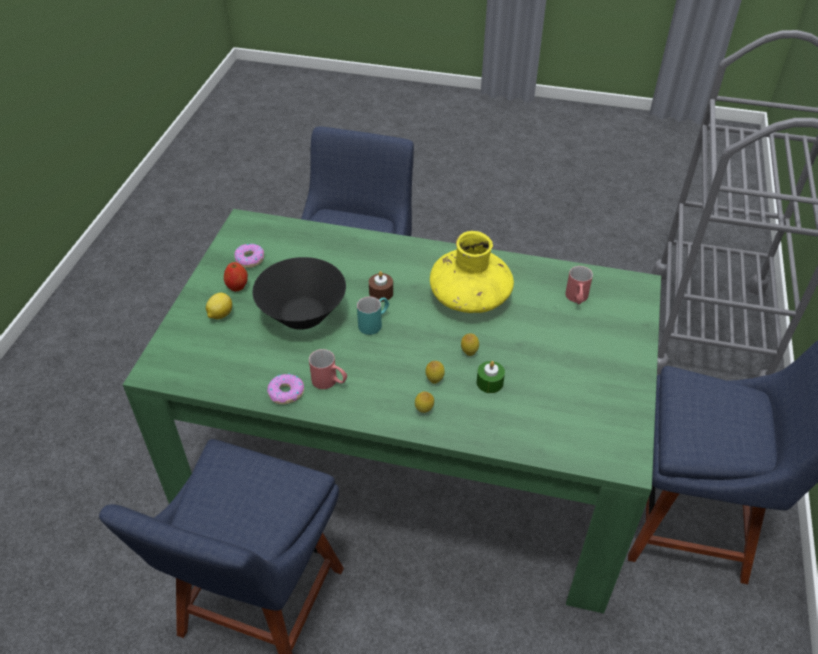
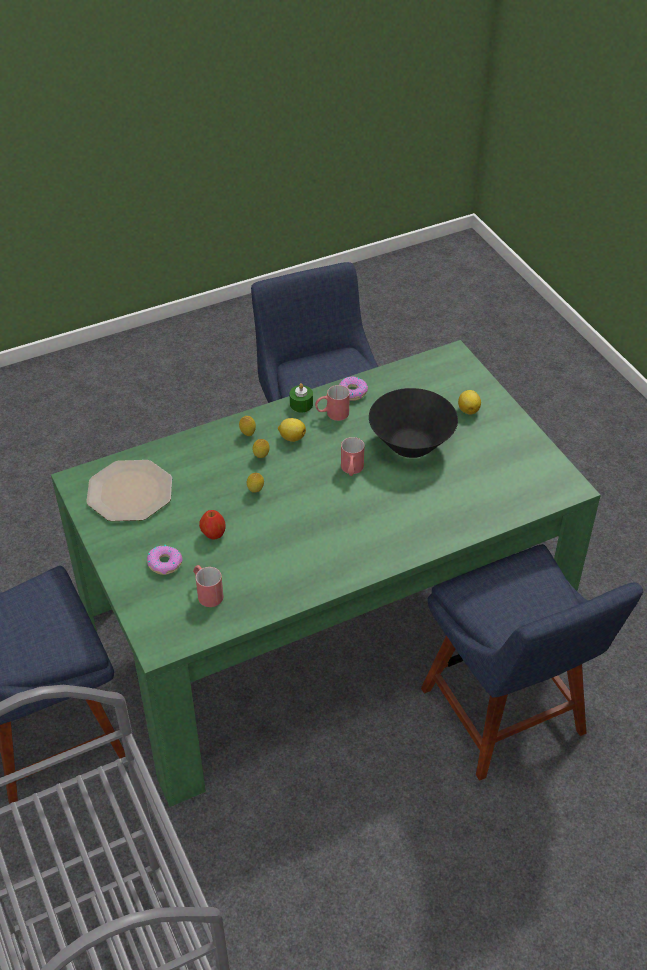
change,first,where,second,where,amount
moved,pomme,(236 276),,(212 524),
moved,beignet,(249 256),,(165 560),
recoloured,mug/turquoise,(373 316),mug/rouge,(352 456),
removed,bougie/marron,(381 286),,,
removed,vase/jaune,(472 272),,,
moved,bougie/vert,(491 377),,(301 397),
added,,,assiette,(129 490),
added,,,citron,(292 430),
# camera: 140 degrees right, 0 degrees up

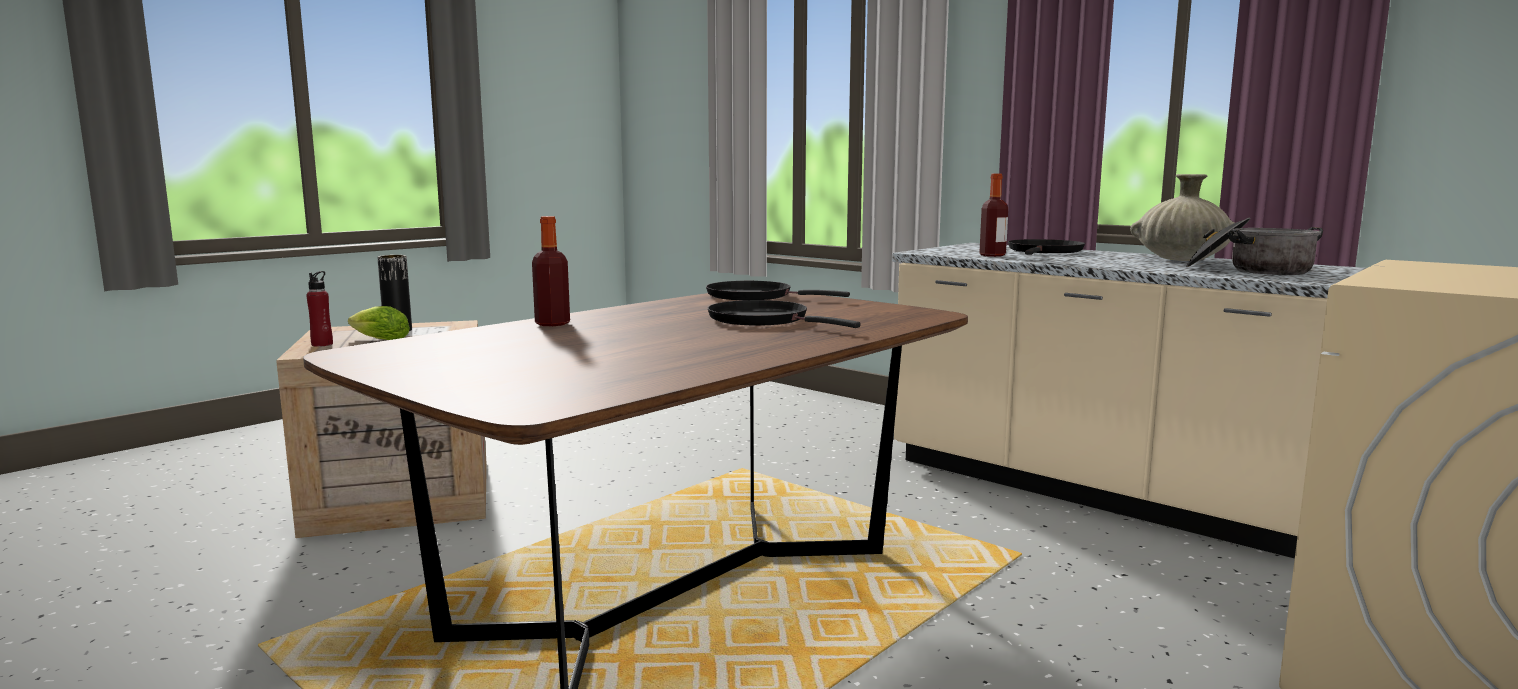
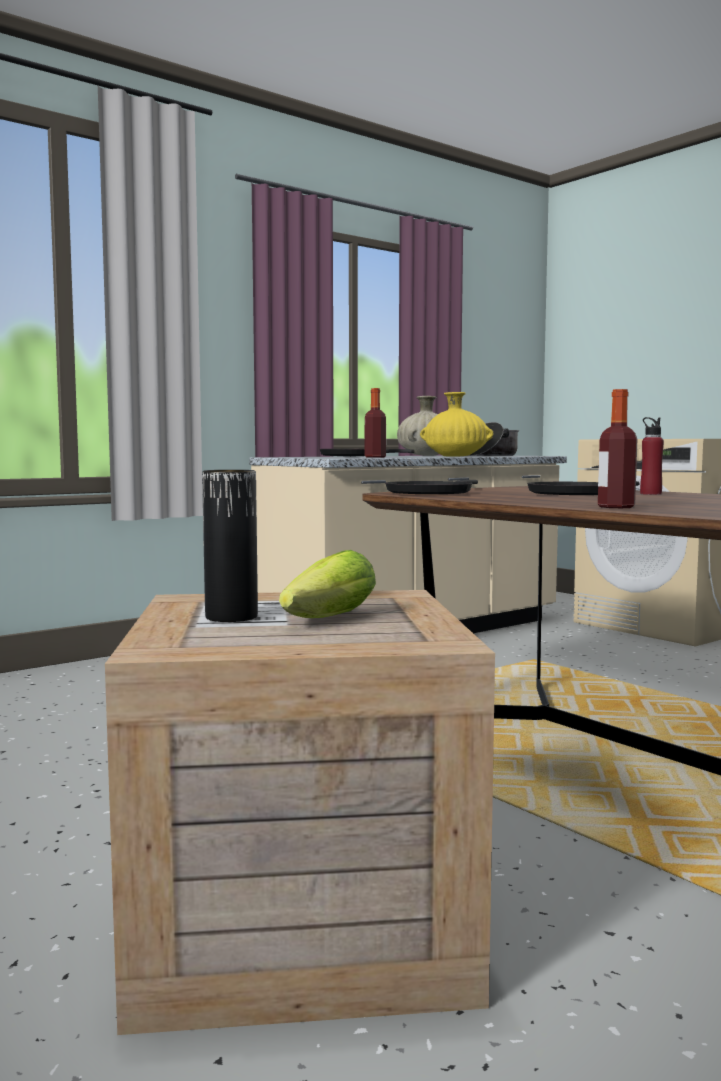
change,first,where,second,where,amount
moved,bouteille/rouge,(319 309),,(652 456),
added,,,vase/jaune,(457 424),
# camera: 80 degrees left, 5 degrees down

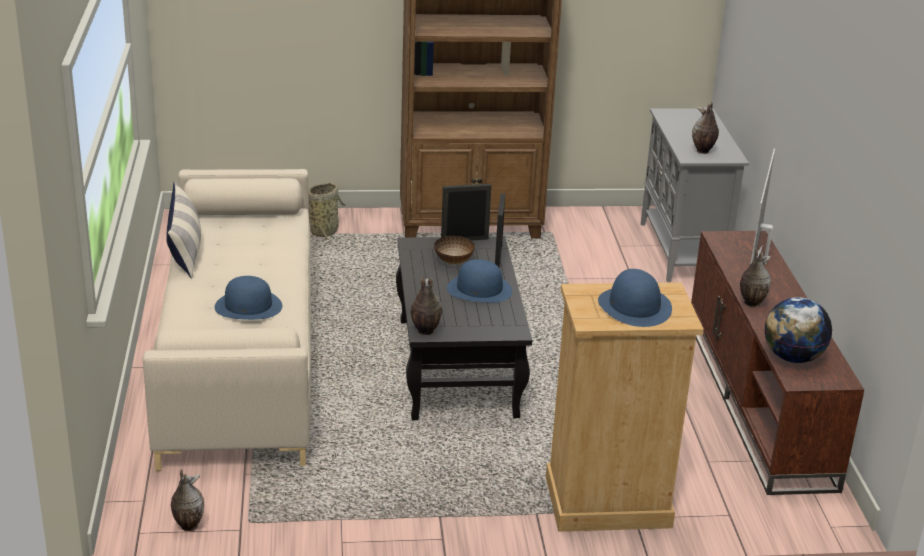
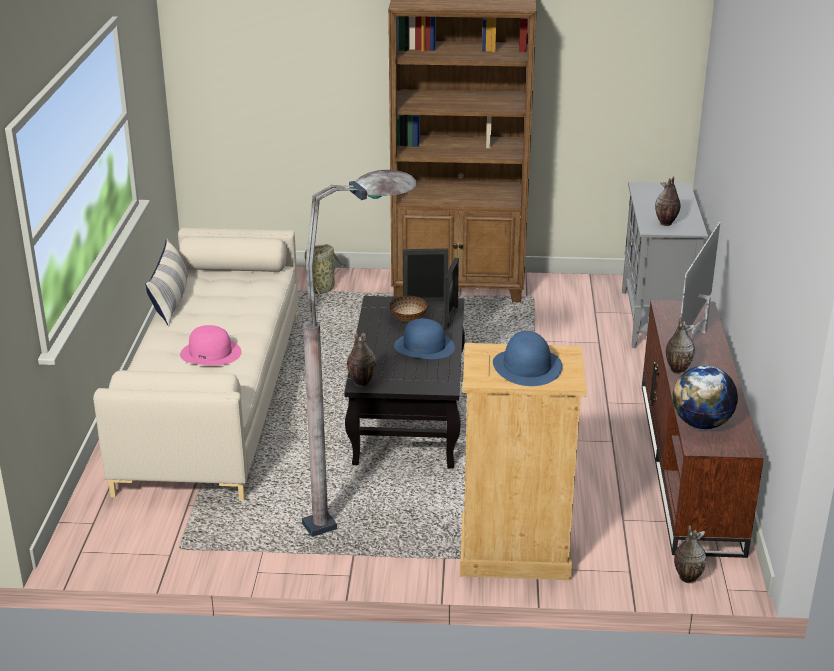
change,first,where,second,where,amount
moved,vase,(187 500),,(690 554),
recoloured,chapeau/bleu,(248 298),chapeau/rose,(210 345),
added,,,lampadaire/gris,(359 353),
# camera: 10 degrees right, 0 degrees up

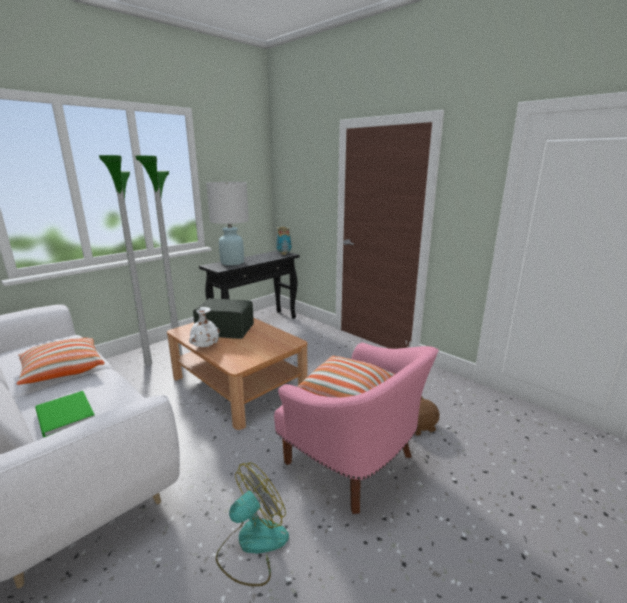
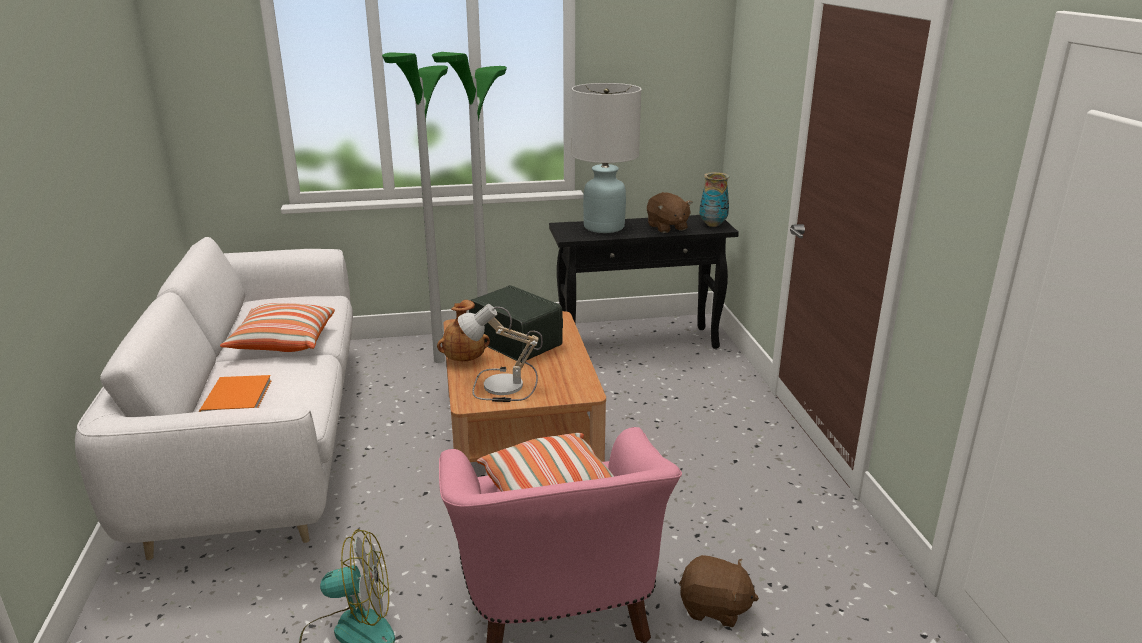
change,first,where,second,where,amount
recoloured,livre/vert,(65 414),livre/orange,(235 393),
recoloured,vase/blanc,(204 327),vase/marron,(463 330),
added,,,lampe de table,(500 353),
added,,,peluche/marron,(670 212),
# camera: 35 degrees right, 5 degrees up

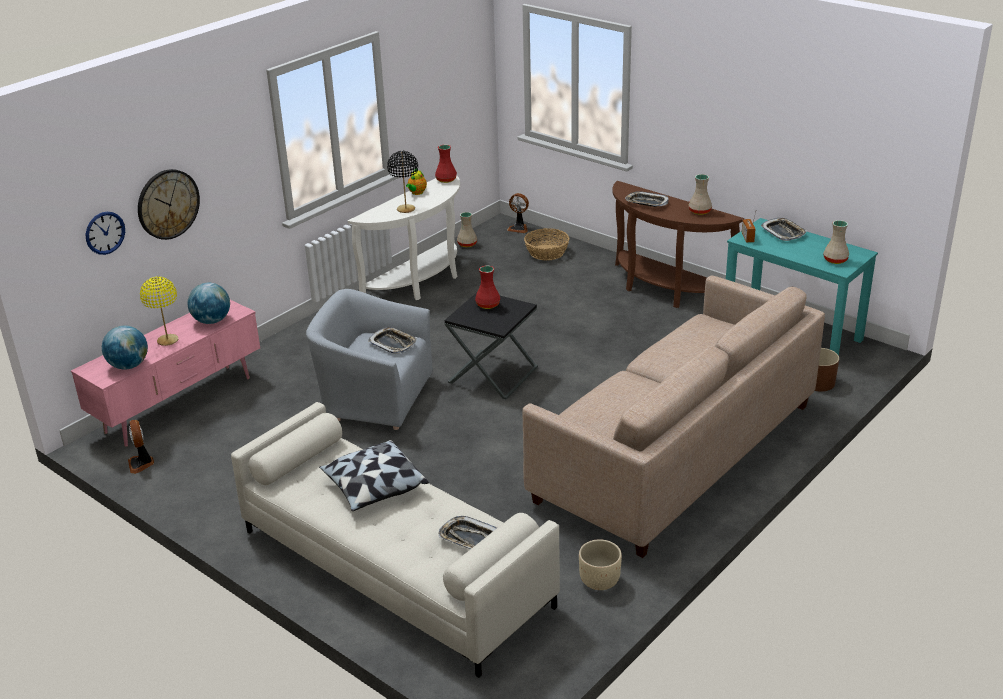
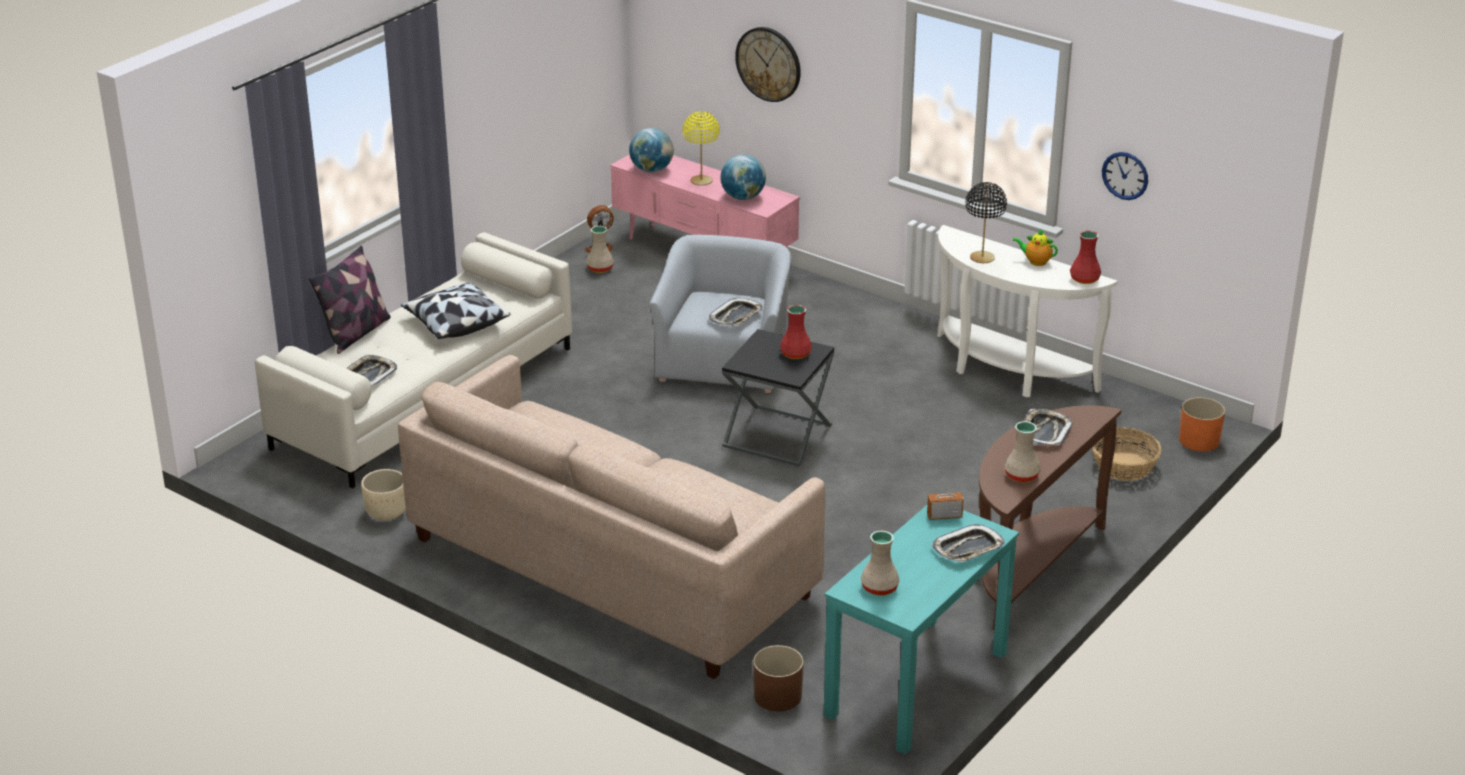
change,first,where,second,where,amount
moved,horloge murale,(105 233),,(1125 176),
moved,vase/beige,(467 230),,(600 249),
replaced,ventilateur,(518 213),cache-pot/orange,(1202 424),
added,,,coussin,(350 299),
# camera: 85 degrees right, 0 degrees up

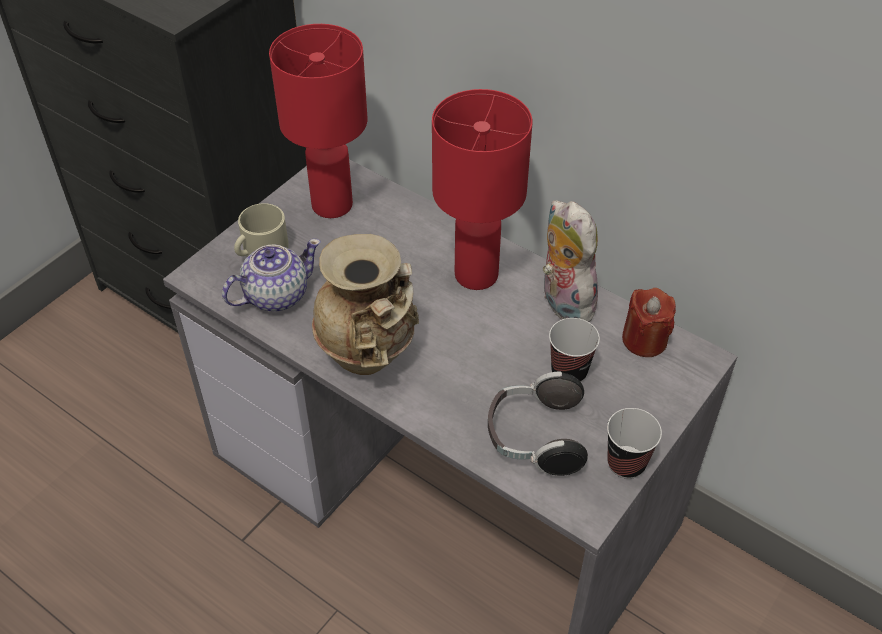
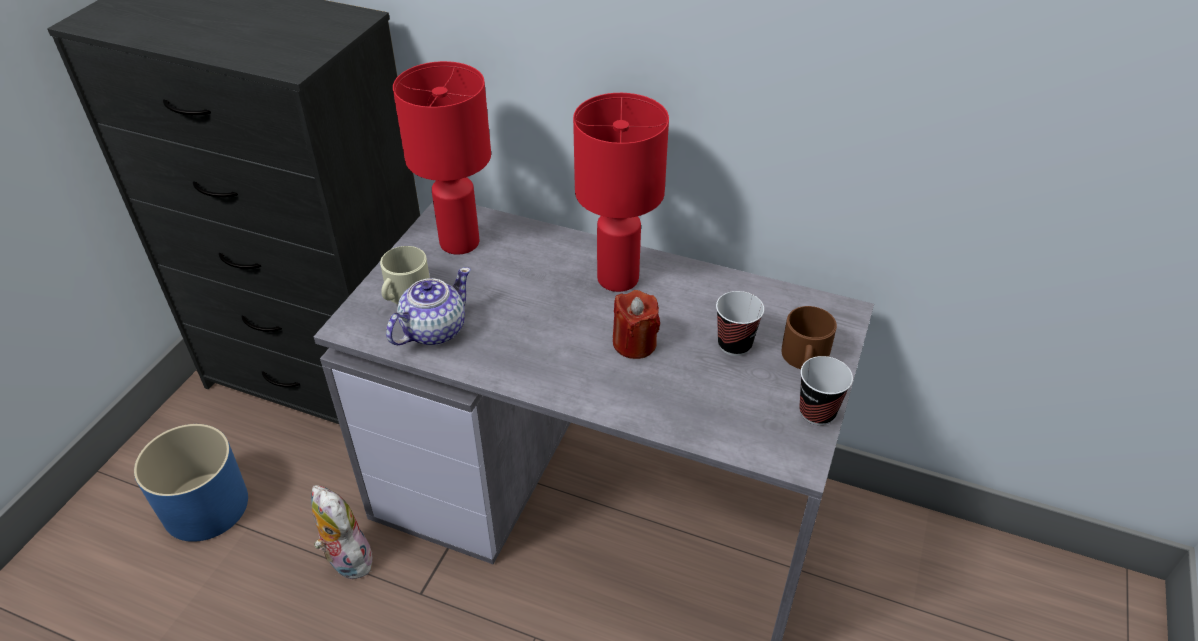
change,first,where,second,where,amount
removed,vase/beige,(365 304),,,
removed,casque audio,(538 423),,,
moved,peluche,(571 261),,(344 532),
moved,bougie/rouge,(649 322),,(636 324),
added,,,cache-pot/bleu,(191 483),
added,,,mug/marron,(809 337),
# camera: 15 degrees left, 5 degrees down

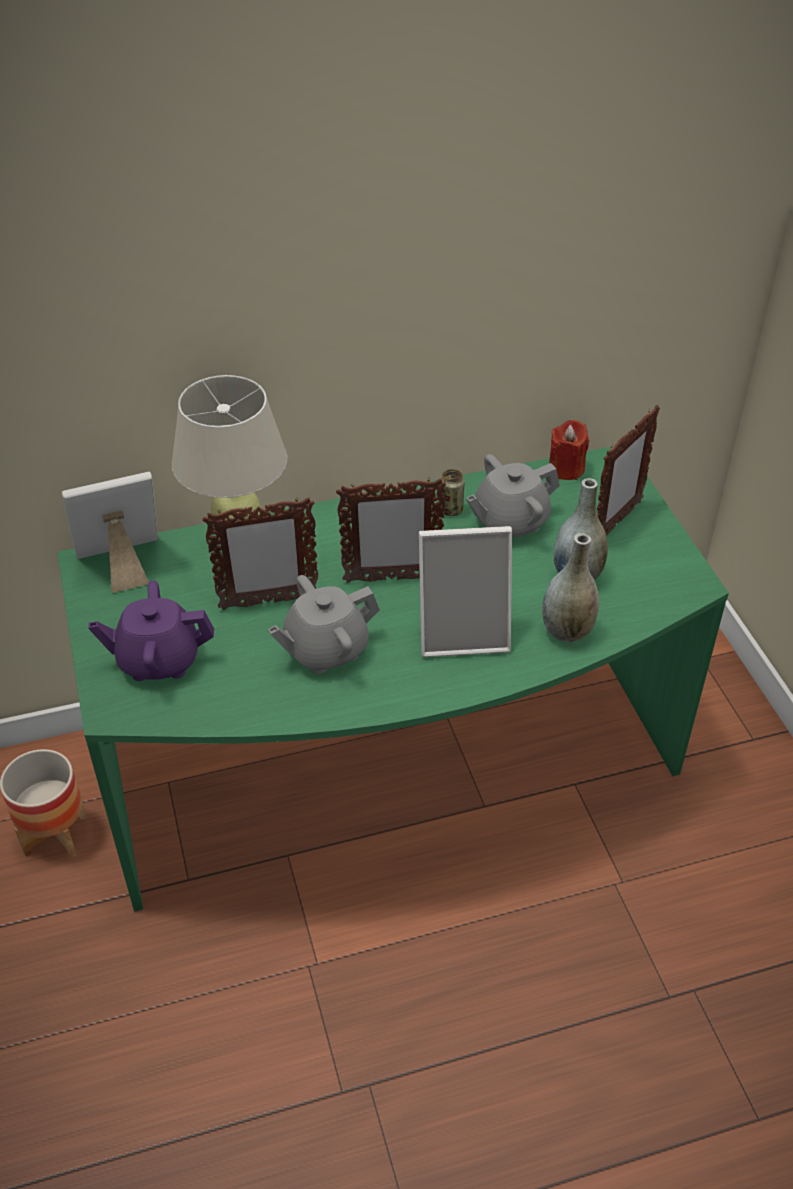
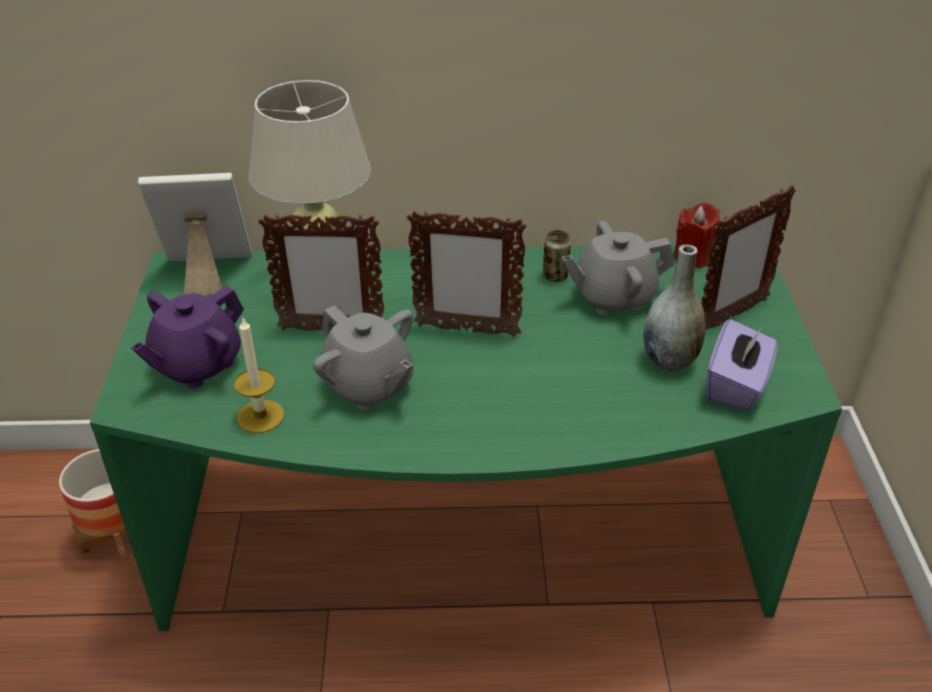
change,first,where,second,where,amount
turned,théière/violet,(151 631),,(187 336),60 degrees counterclockwise
turned,théière/gris,(324 624),,(363 357),120 degrees counterclockwise
removed,cadre photo,(465 591),,,
removed,vase/gris,(570 587),,,
added,,,bougie,(259 374),
added,,,boîte à mouchoirs/violet,(741 365),
# camera: 15 degrees right, 5 degrees down

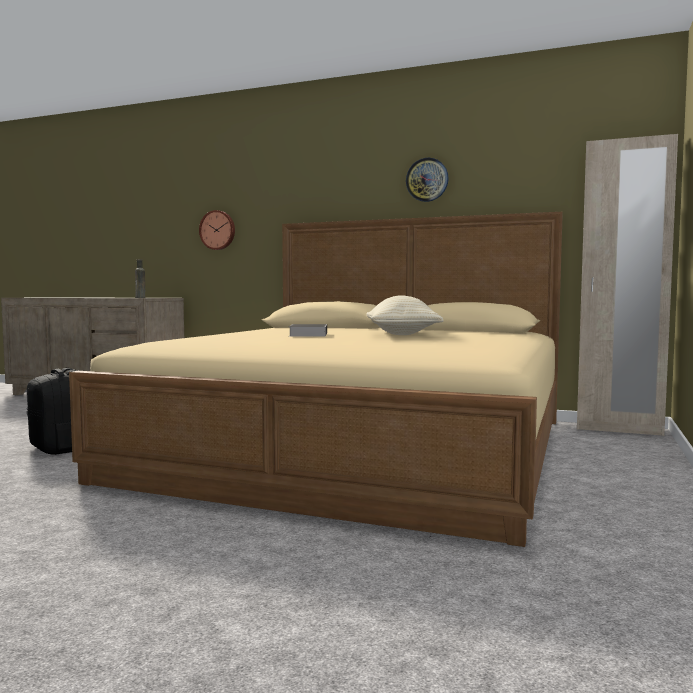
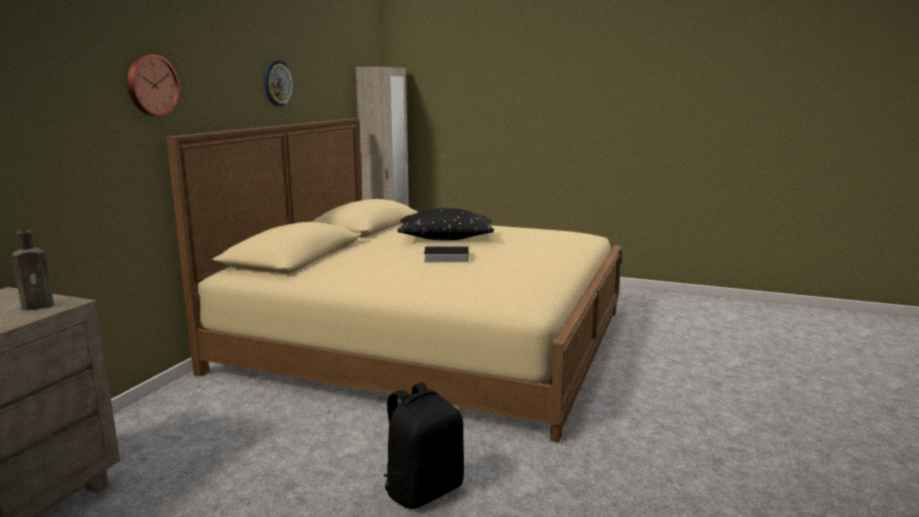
change,first,where,second,where,amount
moved,horloge murale,(217 230),,(153 85),
recoloured,coussin/beige,(405 315),coussin/noir,(445 224),
# camera: 90 degrees left, 10 degrees up

